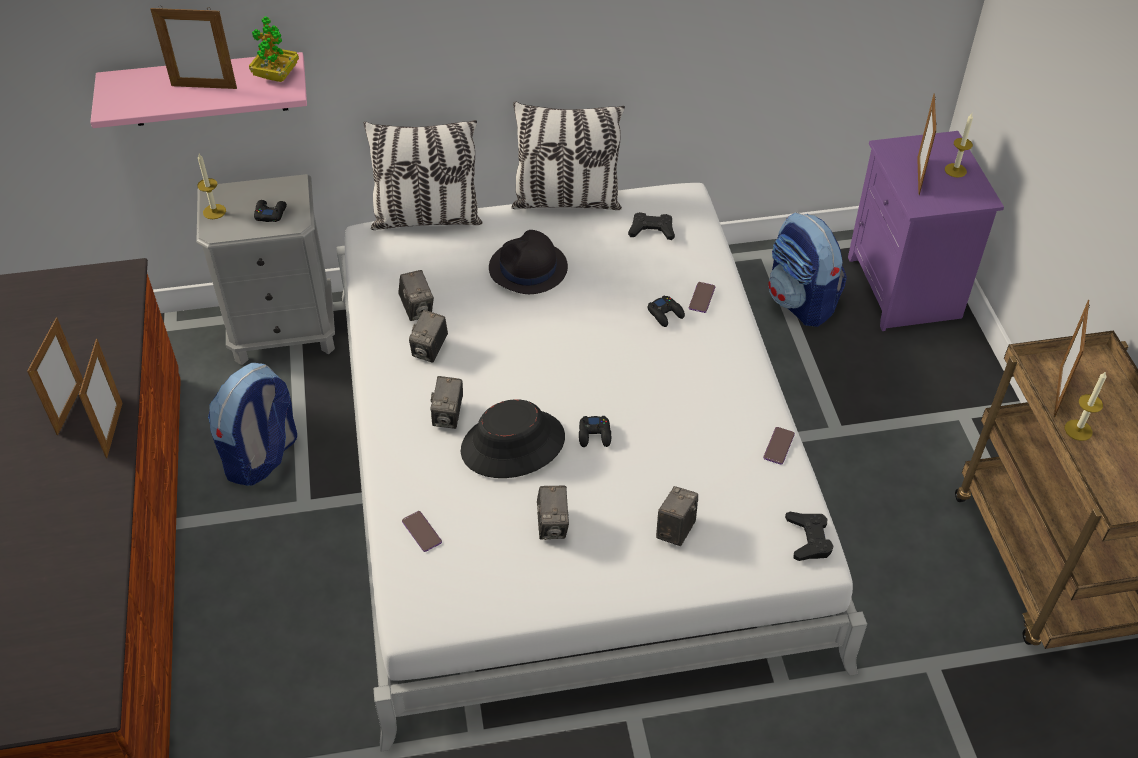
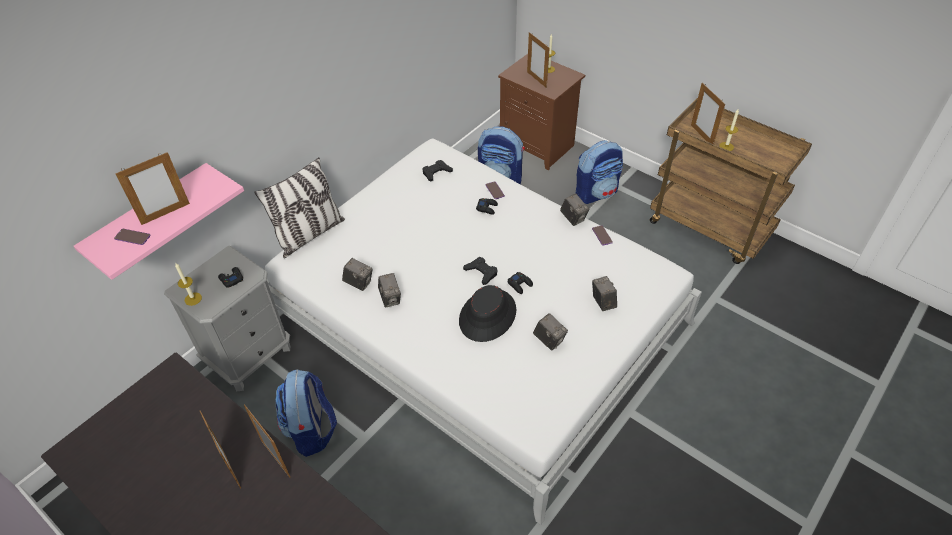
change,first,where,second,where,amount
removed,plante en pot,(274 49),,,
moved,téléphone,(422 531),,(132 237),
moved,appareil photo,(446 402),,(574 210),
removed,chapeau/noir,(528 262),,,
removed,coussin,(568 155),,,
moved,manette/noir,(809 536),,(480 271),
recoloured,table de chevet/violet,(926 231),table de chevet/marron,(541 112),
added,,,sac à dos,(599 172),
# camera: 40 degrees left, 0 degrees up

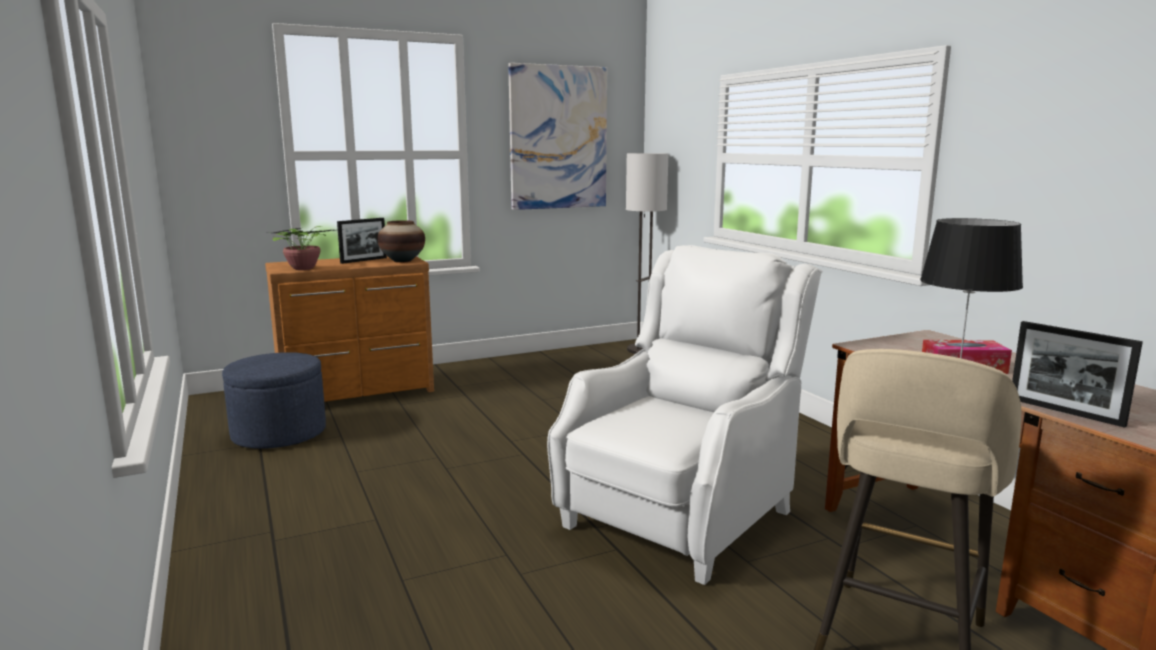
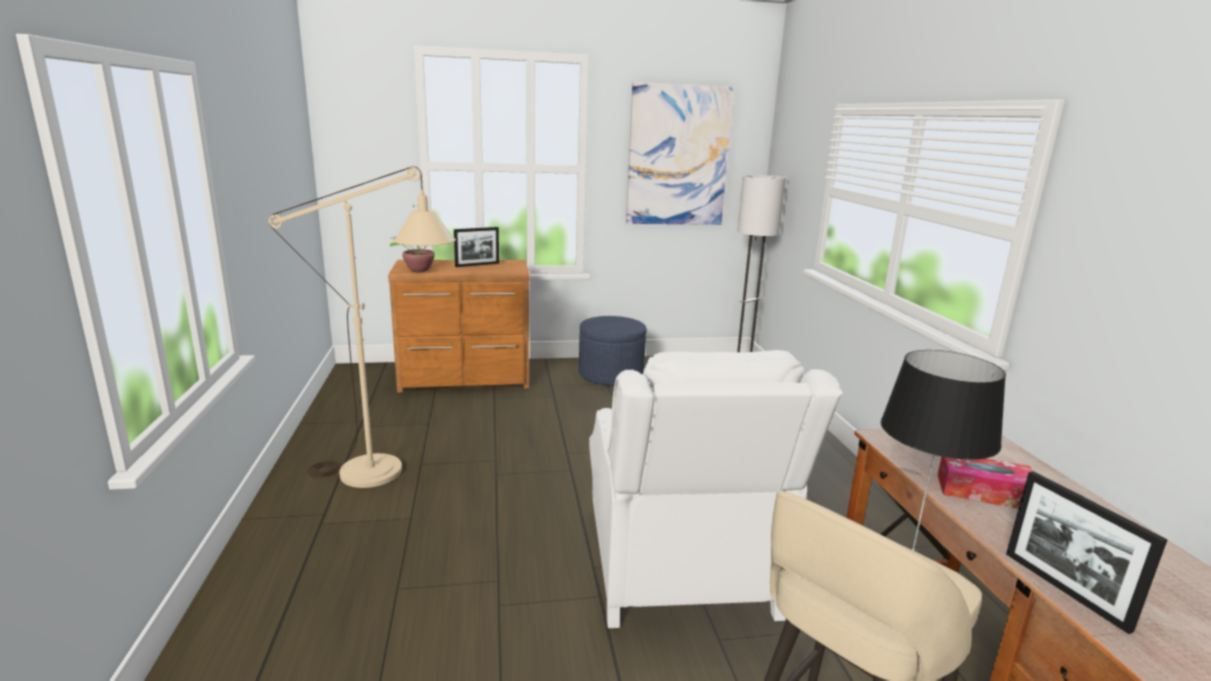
change,first,where,second,where,amount
moved,pouf/bleu,(274 400),,(612 351),
removed,vase,(401 241),,,
turned,fauteuil/blanc,(685 415),,(716 489),120 degrees clockwise
added,,,lampadaire/beige,(362 327),
# camera: 15 degrees right, 5 degrees up

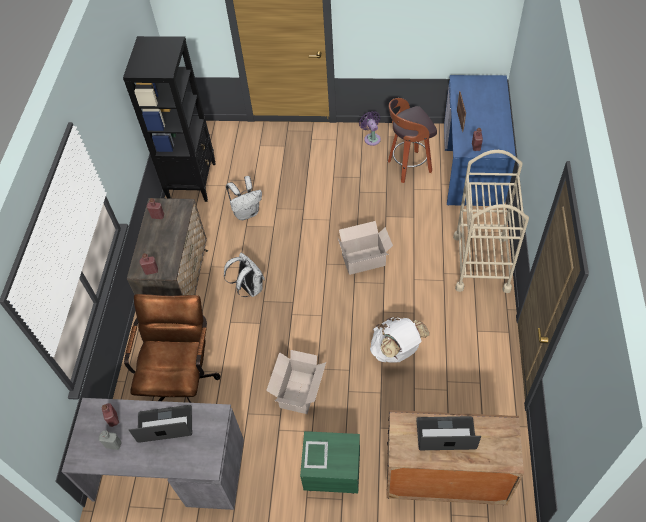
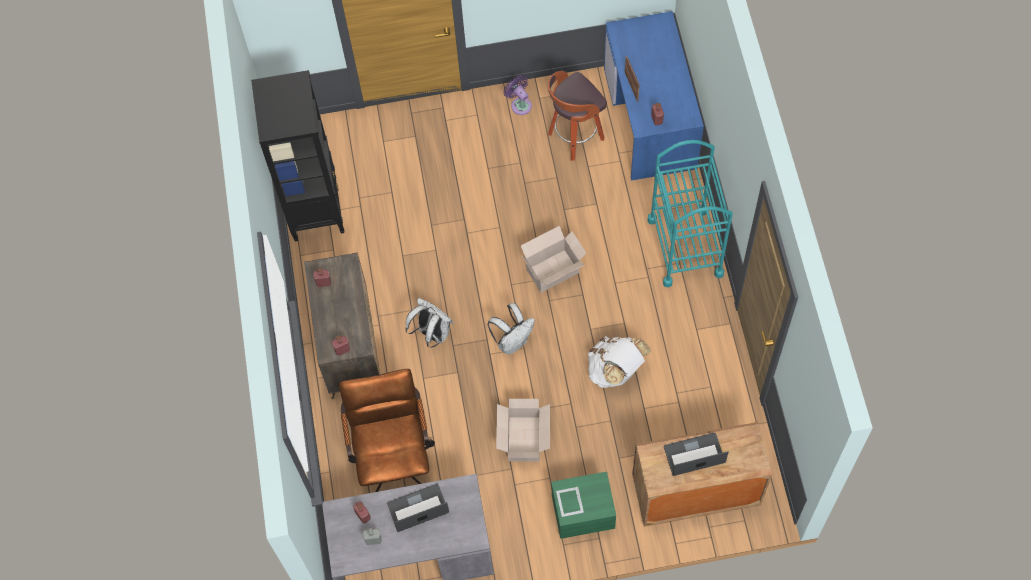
change,first,where,second,where,amount
moved,sac à dos/blanc,(244 198),,(511 329),
recoloured,chariot/beige,(491 221),chariot/turquoise,(690 213),
# camera: 15 degrees left, 10 degrees up

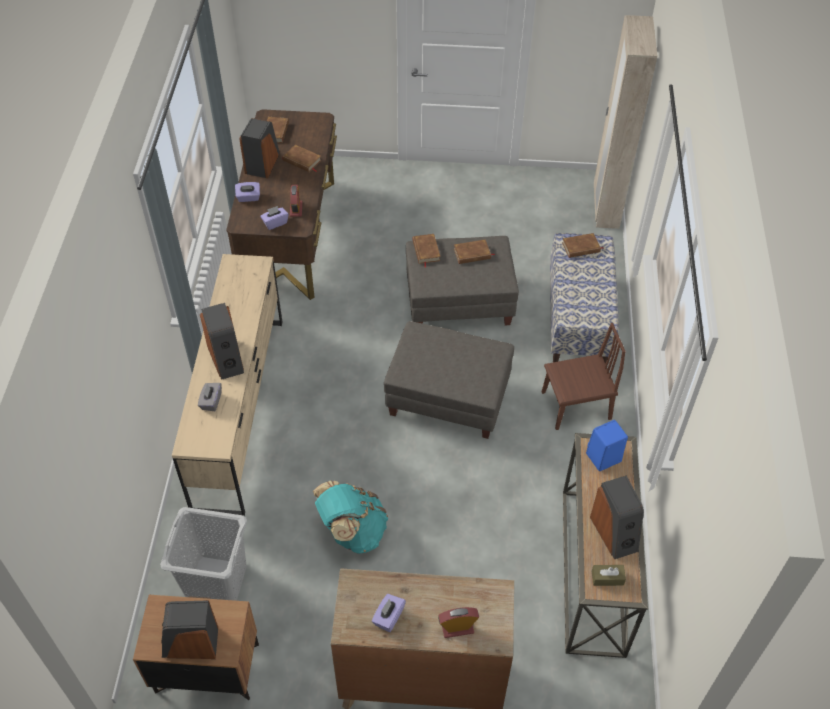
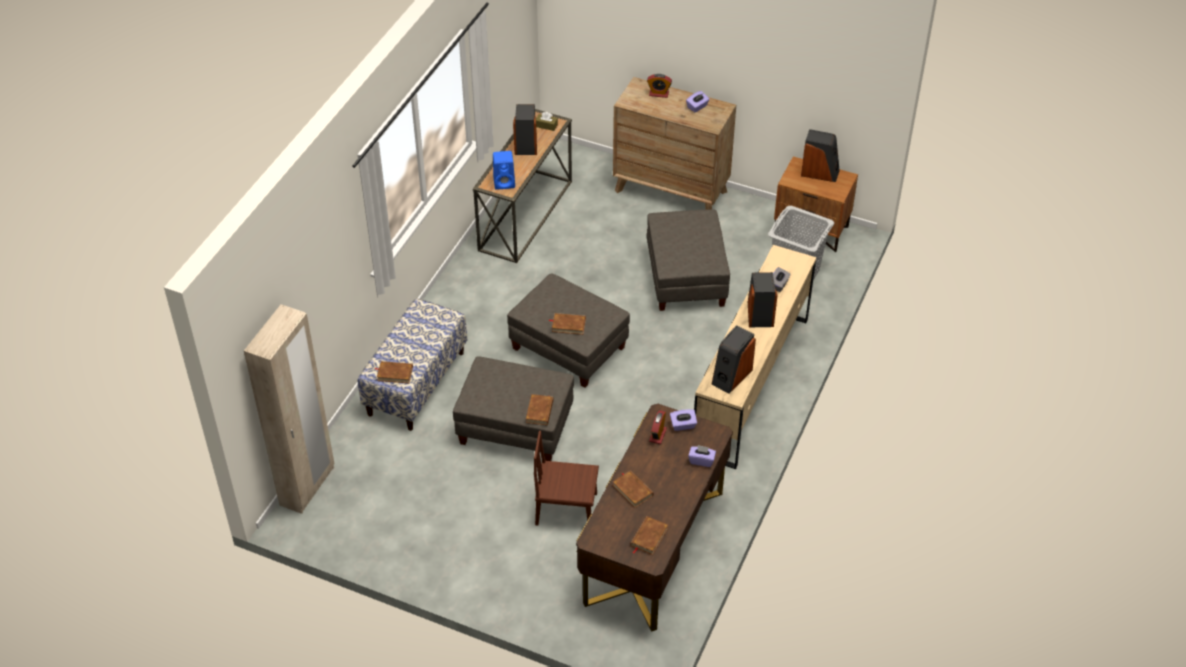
change,first,where,second,where,amount
moved,enceinte,(259 148),,(733 359),
replaced,sac à dos/turquoise,(350 517),pouf/gris,(688 260),
moved,livre/marron,(474 252),,(567 324),
moved,chaise/marron,(584 376),,(566 478),
# camera: 160 degrees left, 5 degrees down

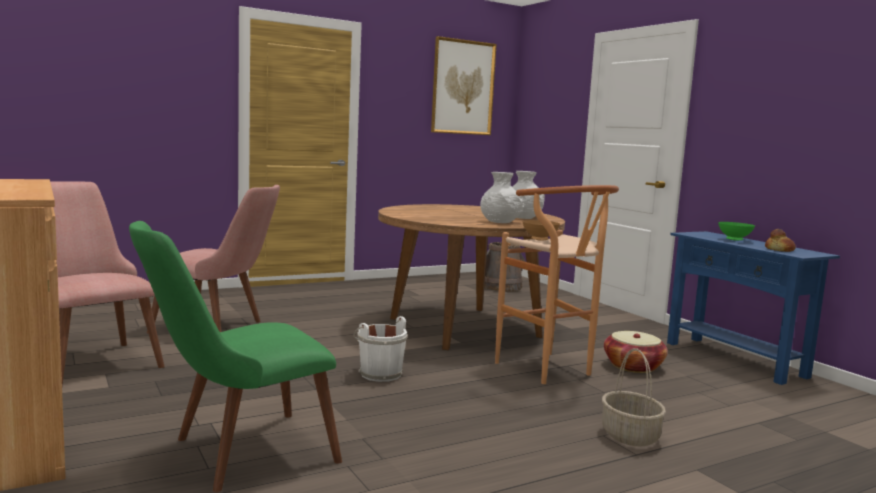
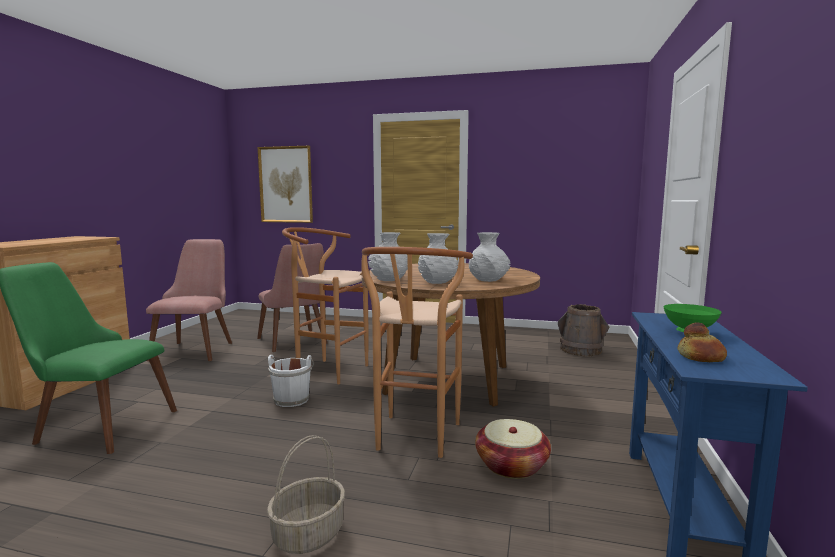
change,first,where,second,where,amount
moved,tableau,(464 85),,(285 184),
removed,bol/marron,(541 230),,,
added,,,tabouret/marron,(325 305),
added,,,vase/blanc,(388 256),
# camera: 45 degrees right, 0 degrees up

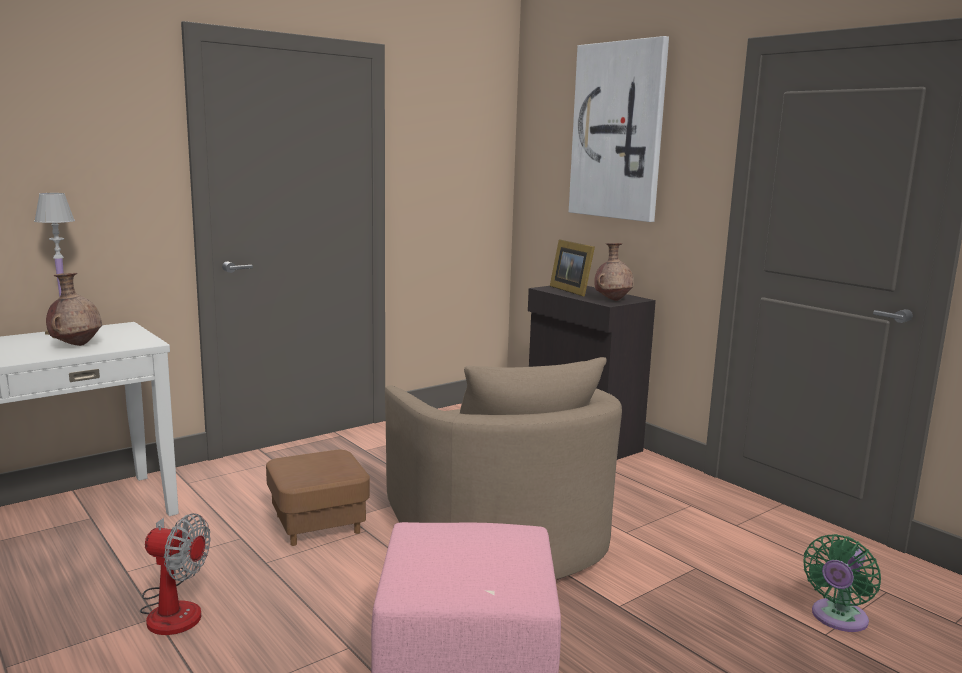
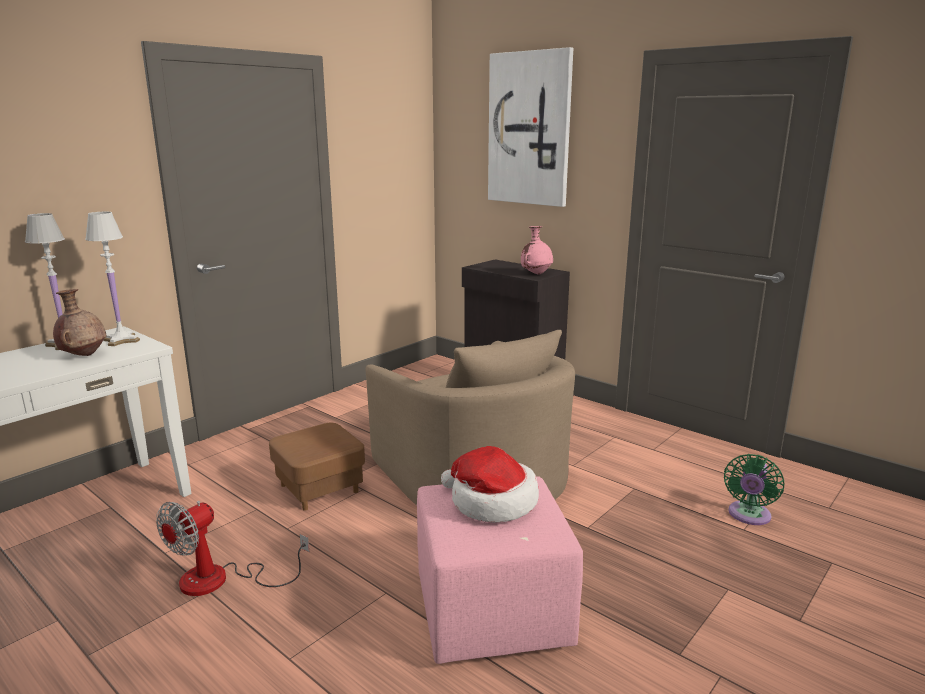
change,first,where,second,where,amount
turned,ventilateur,(175 574),,(232 548),120 degrees clockwise
removed,cadre photo,(572 268),,,
recoloured,vase/marron,(614 272),vase/rose,(537 250),
added,,,lampe de table/blanc,(112 279),
added,,,chapeau,(490 484),
# camera: 10 degrees left, 5 degrees up

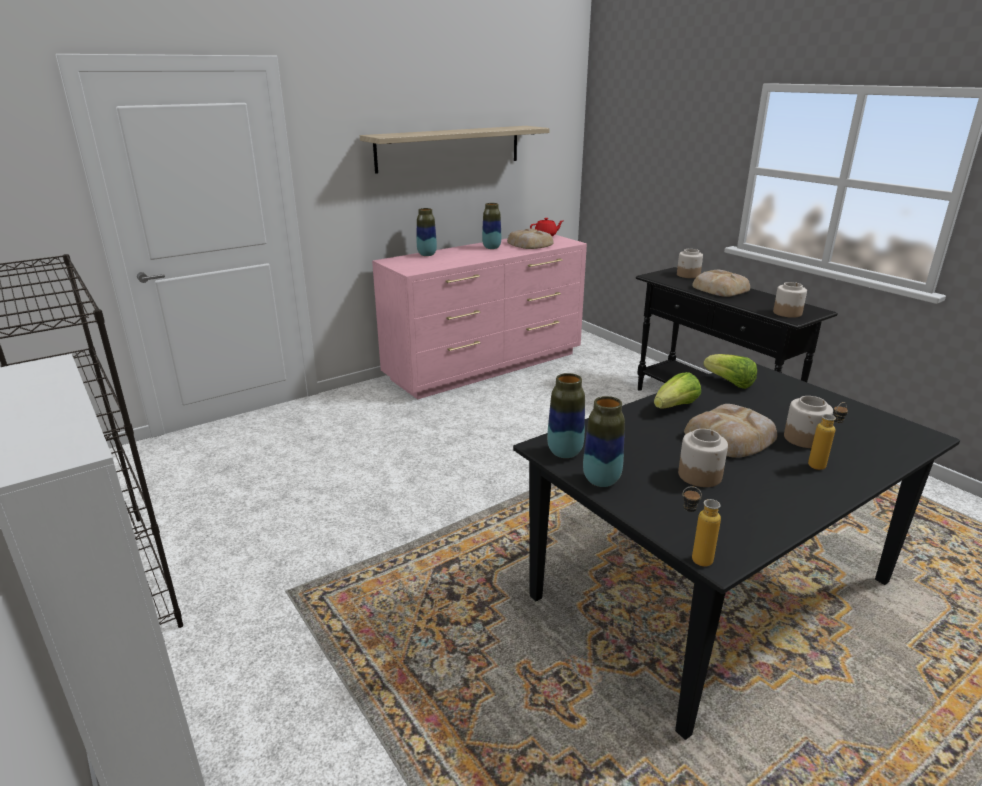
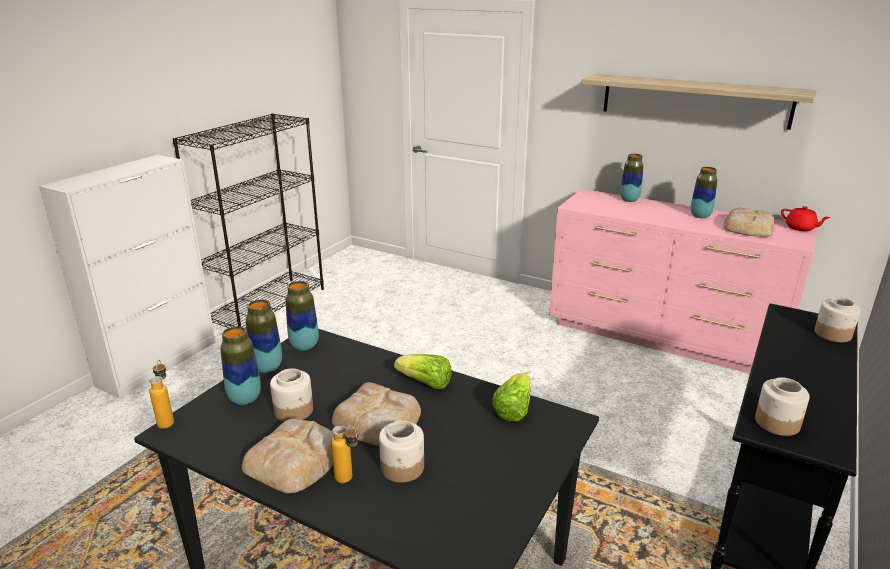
change,first,where,second,where,amount
moved,pain,(721 283),,(287 456),
added,,,vase,(240 365),
# camera: 65 degrees right, 0 degrees up

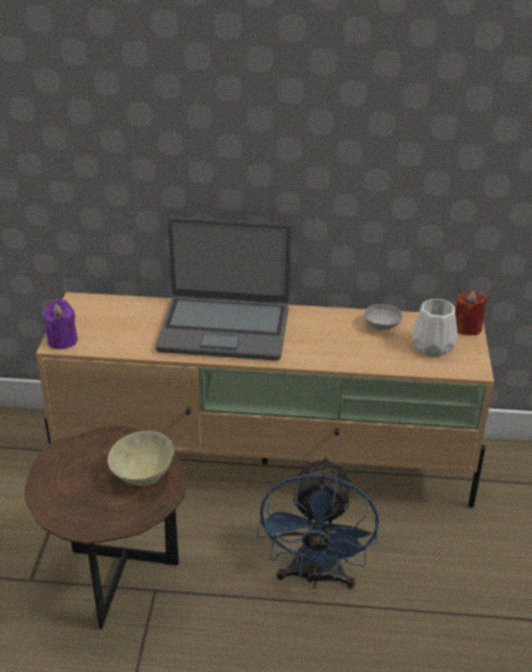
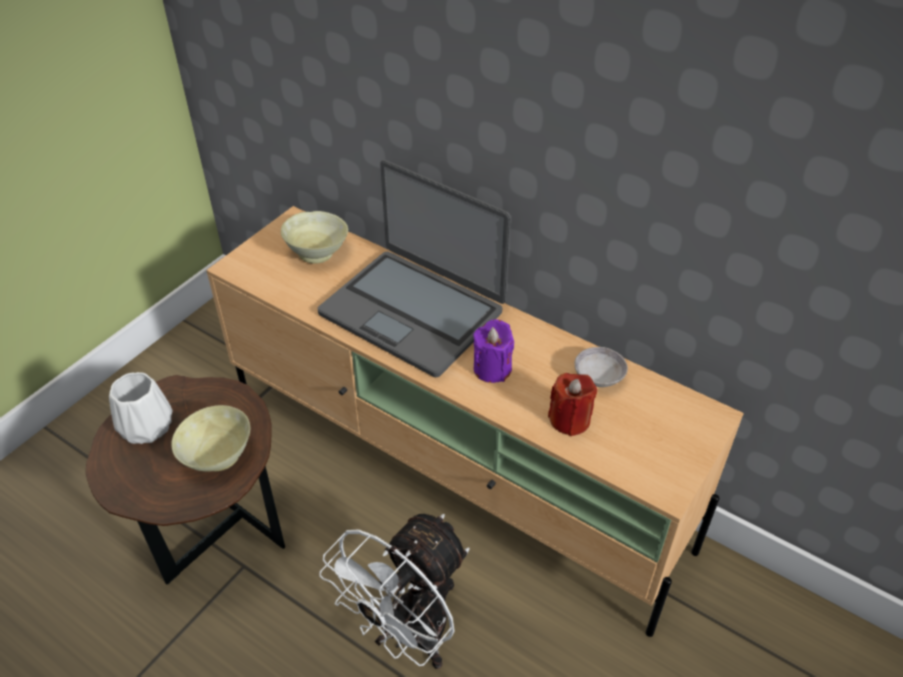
change,first,where,second,where,amount
moved,bougie/violet,(60 324),,(493 351),
recoloured,ventilateur/bleu,(318 522),ventilateur/blanc,(394 591),
moved,vase/blanc,(435 327),,(140 408),
moved,bougie/rouge,(471 313),,(572 404),
added,,,bol/beige,(314 237),
# camera: 30 degrees right, 10 degrees up

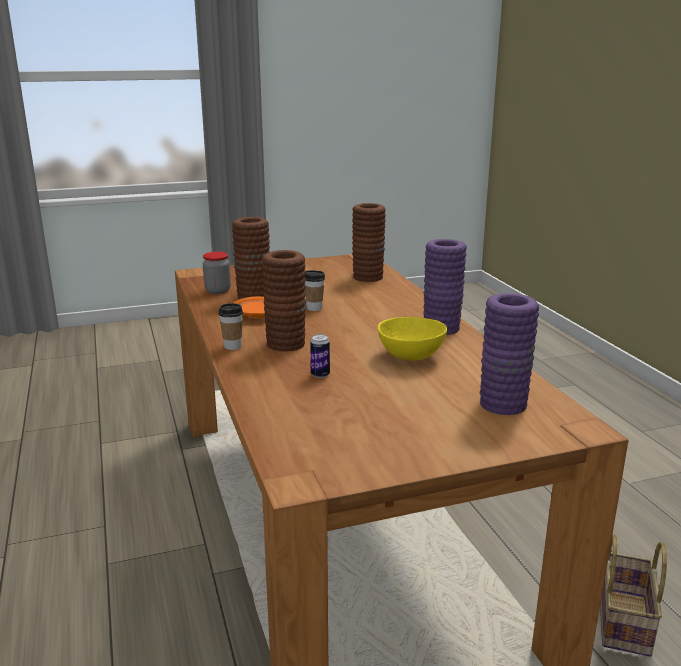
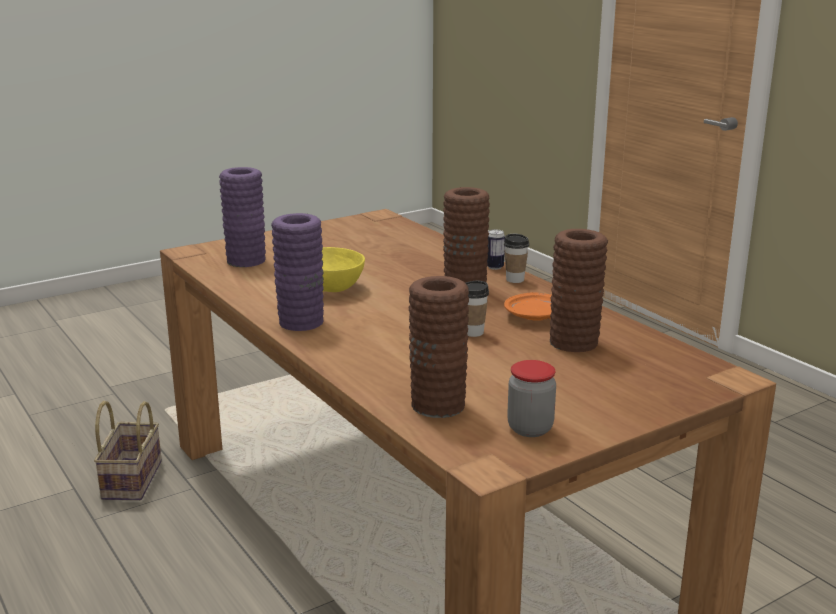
change,first,where,second,where,amount
moved,bocal,(217 273),,(531 398),
moved,boîte métallique,(320 356),,(496 249),
# camera: 165 degrees right, 0 degrees up

